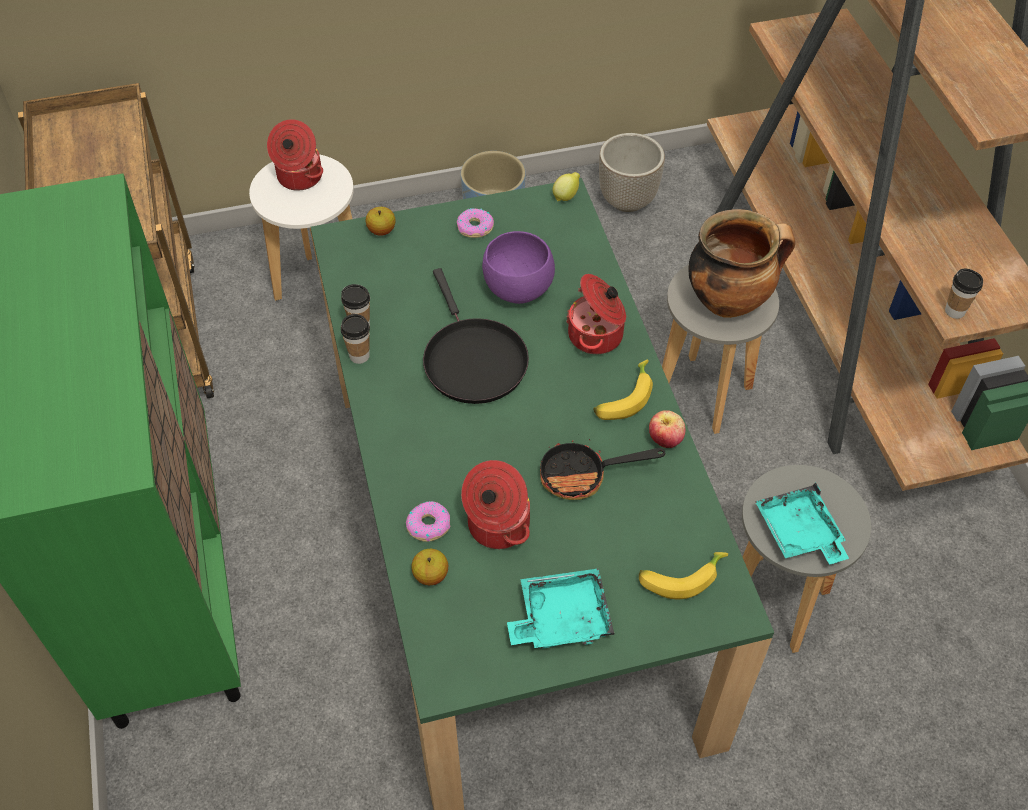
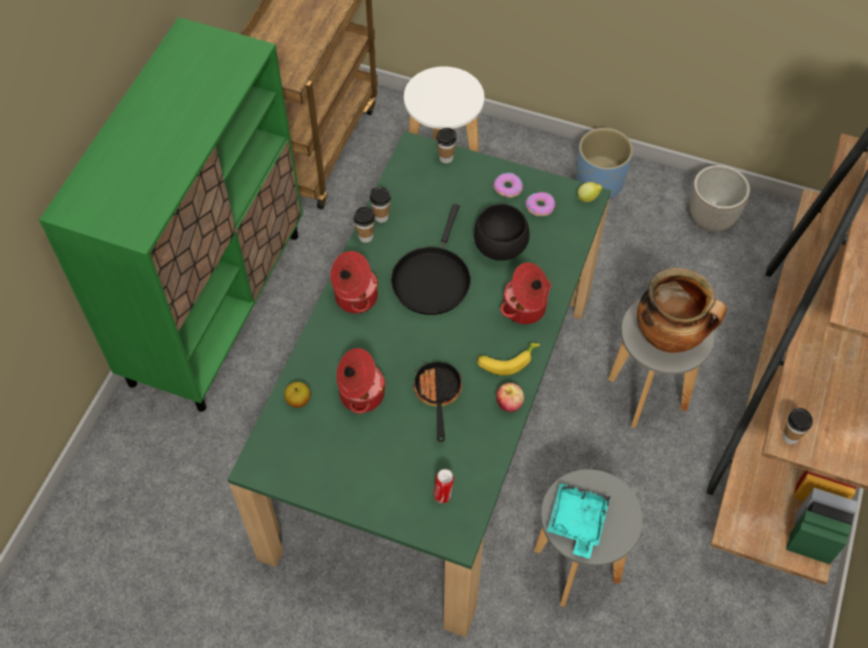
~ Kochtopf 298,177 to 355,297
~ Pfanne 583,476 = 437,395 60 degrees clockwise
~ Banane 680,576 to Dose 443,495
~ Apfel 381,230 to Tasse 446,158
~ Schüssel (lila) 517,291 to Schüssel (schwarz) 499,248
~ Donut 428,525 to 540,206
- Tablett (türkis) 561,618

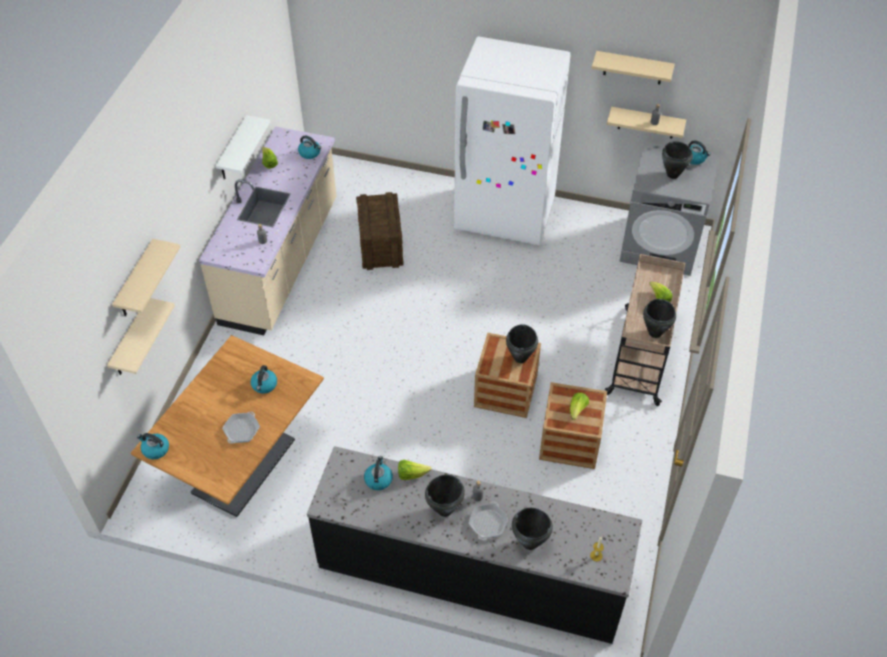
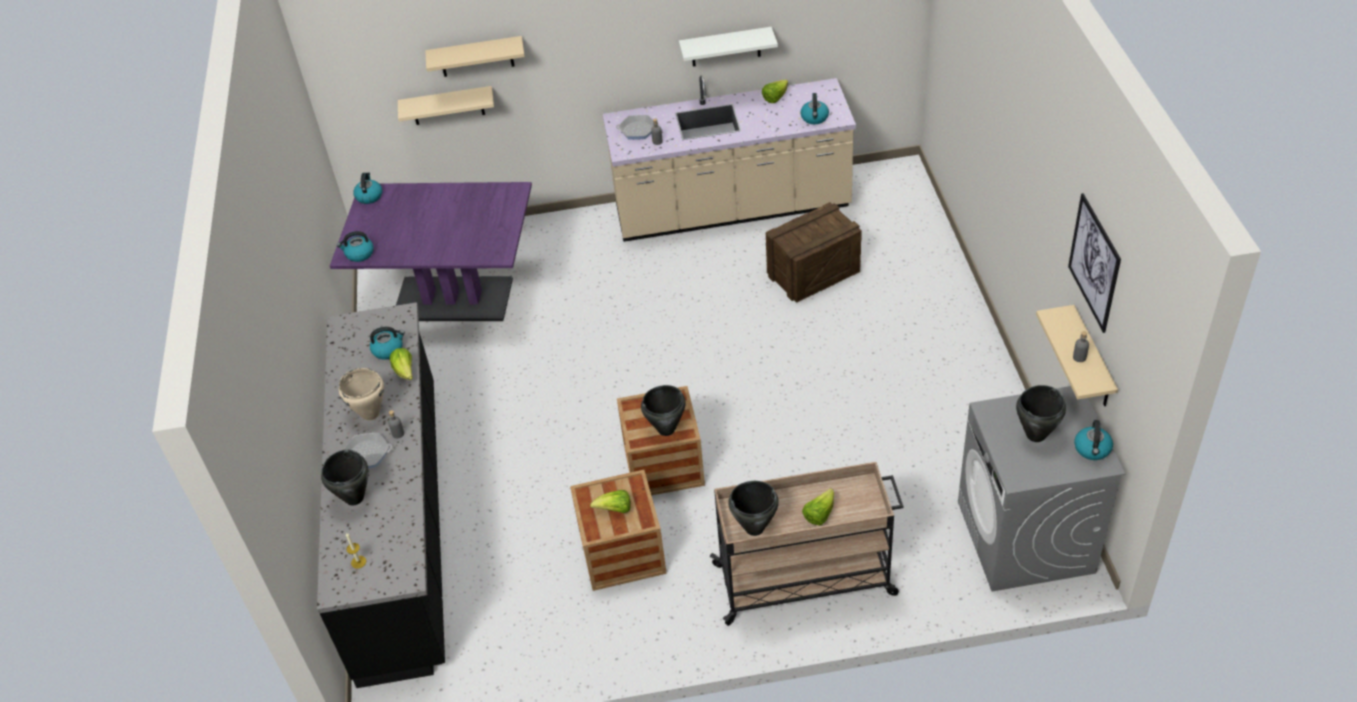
~ Esstisch (braun) 244,466 to Esstisch (lila) 453,299
~ Wasserkessel 264,385 to 359,254
~ Kochtopf (schwarz) 445,510 to Kochtopf (beige) 370,414
~ Pfanne 242,430 to 638,130
~ Wandregal (beige) 633,68 to Bild 1094,262
- Kühlschrank (weiß) 505,215

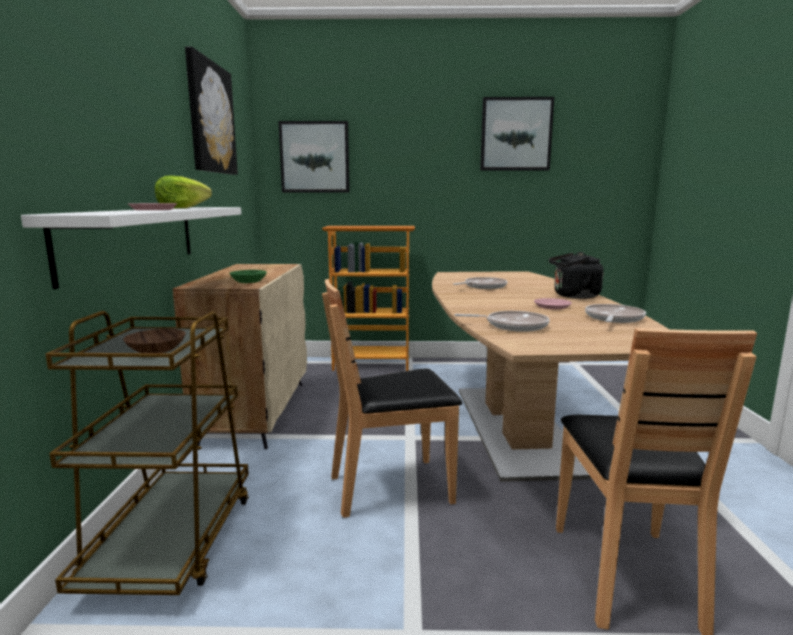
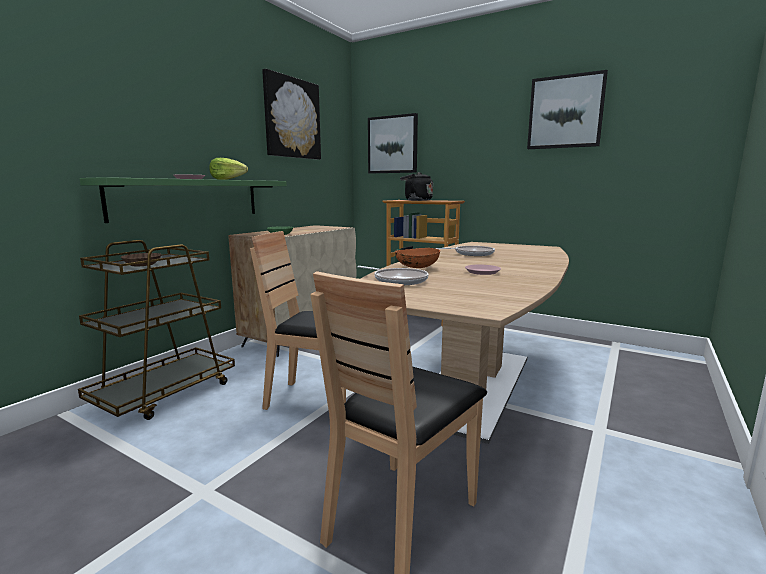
~ Wandregal (weiß) 133,239 to Wandregal (grün) 189,198
+ Schüssel (orange) 417,268
~ Wasserkessel (schwarz) 573,296 to 416,200
- Pfanne 613,319

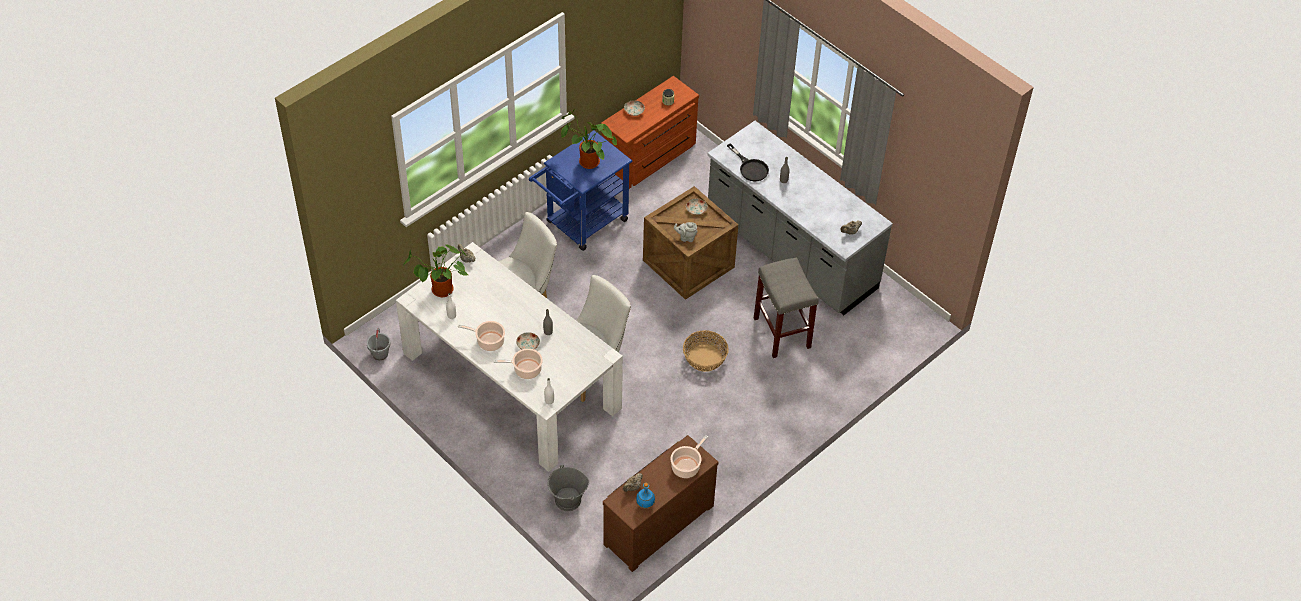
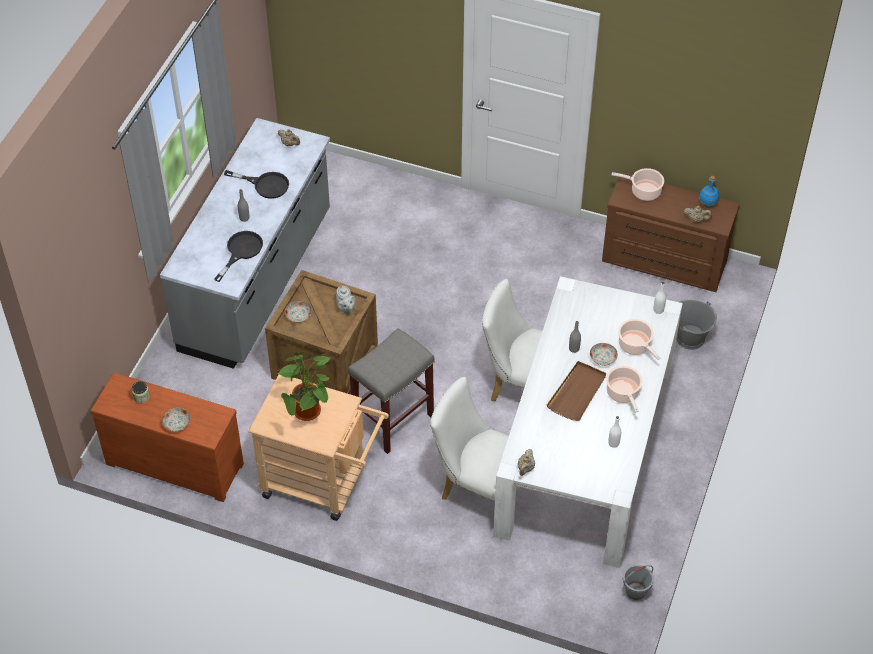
+ Pfanne (schwarz) 265,185
~ Rollwagen (blau) 582,224 to Rollwagen (beige) 322,483
~ Hocker (grau) 782,333 to 393,419
+ Tablett (braun) 577,392
- Topfpflanze 441,291
- Korb 705,358

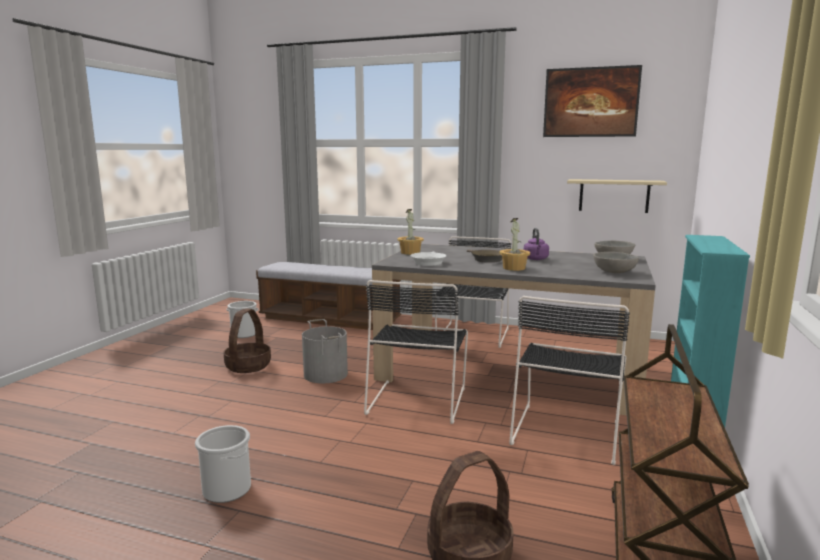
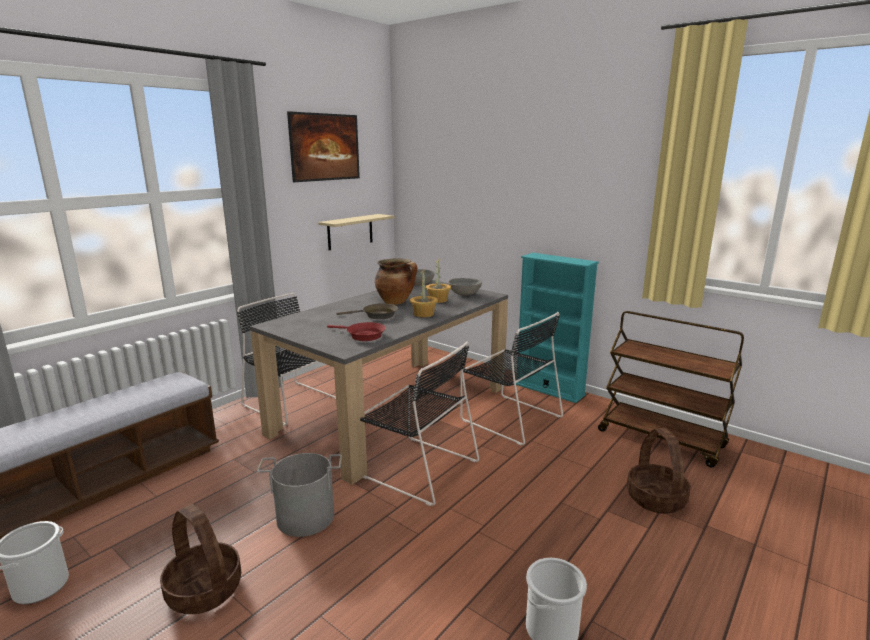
~ Pfanne (weiß) 428,262 to Pfanne (rot) 363,335
~ Wasserkessel (lila) 536,259 to Kochtopf 396,302
~ Topfpflanze 410,253 to 438,300

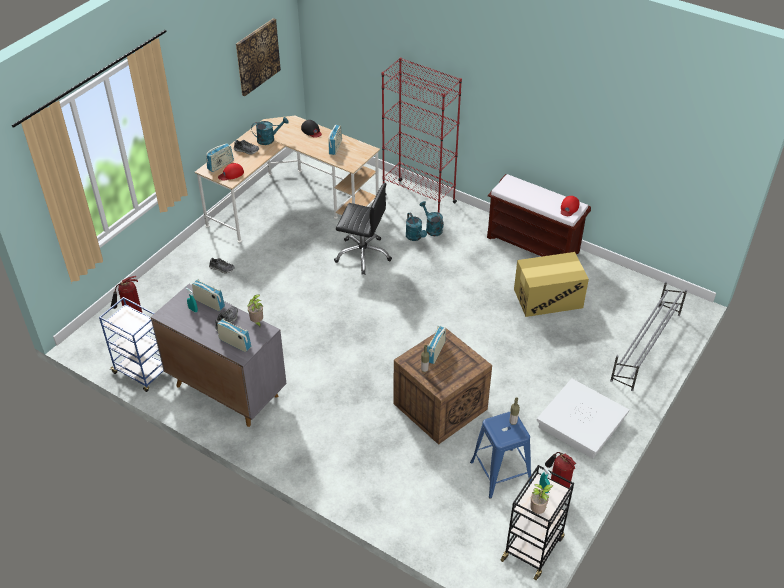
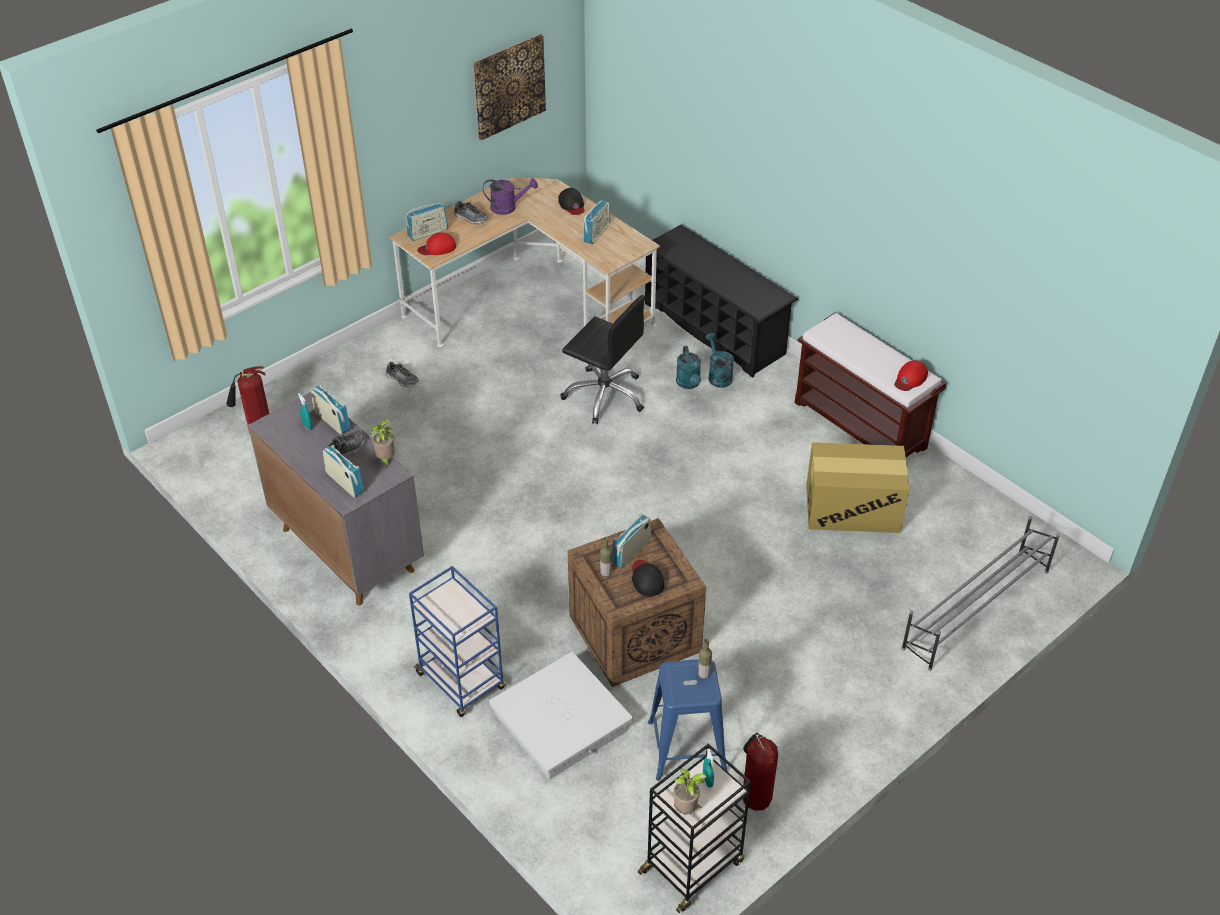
~ Rollwagen (blau) 142,372 to 461,682
~ Gießkanne (türkis) 269,139 to Gießkanne (lila) 508,207
~ Aufbewahrungsbox (weiß) 581,423 to 560,722
+ Kappe (schwarz) 646,579
~ Bücherregal (rot) 418,199 to Schuhregal (schwarz) 715,329

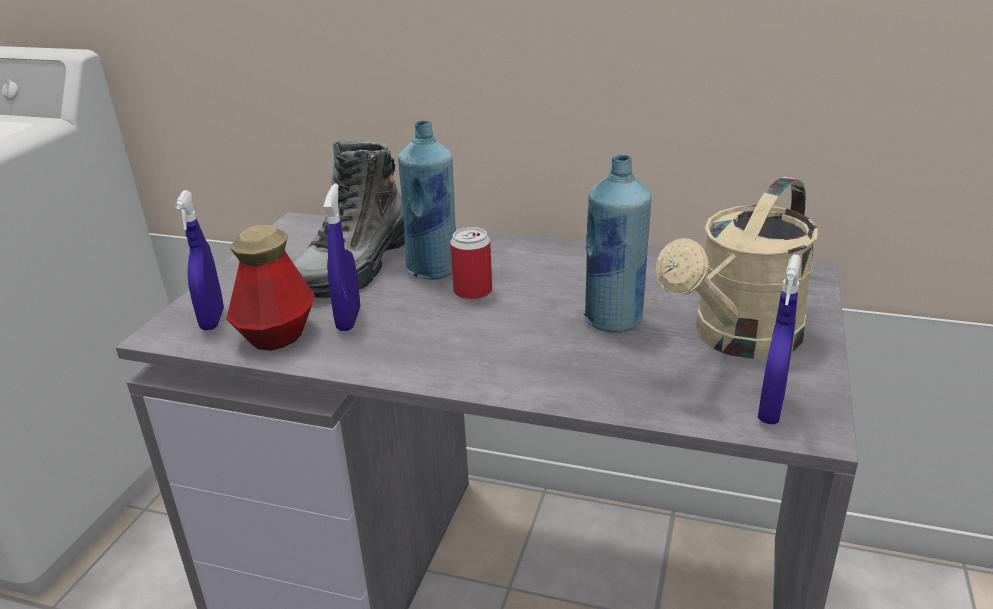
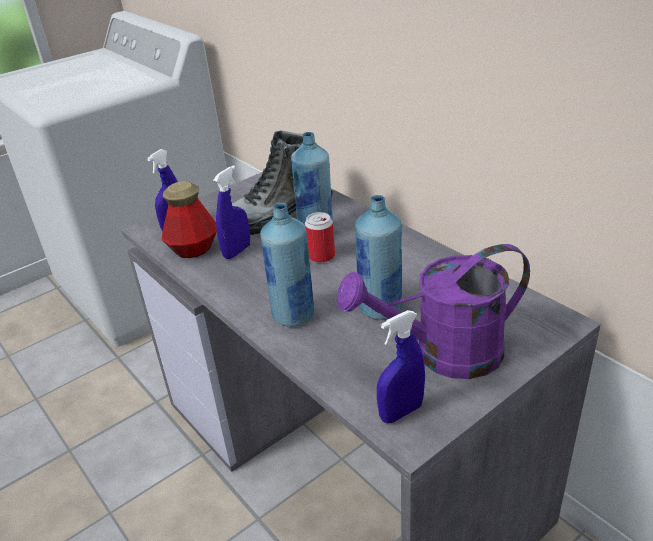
+ Flasche (blau) 293,315
~ Gießkanne (beige) 738,339 to Gießkanne (lila) 443,354

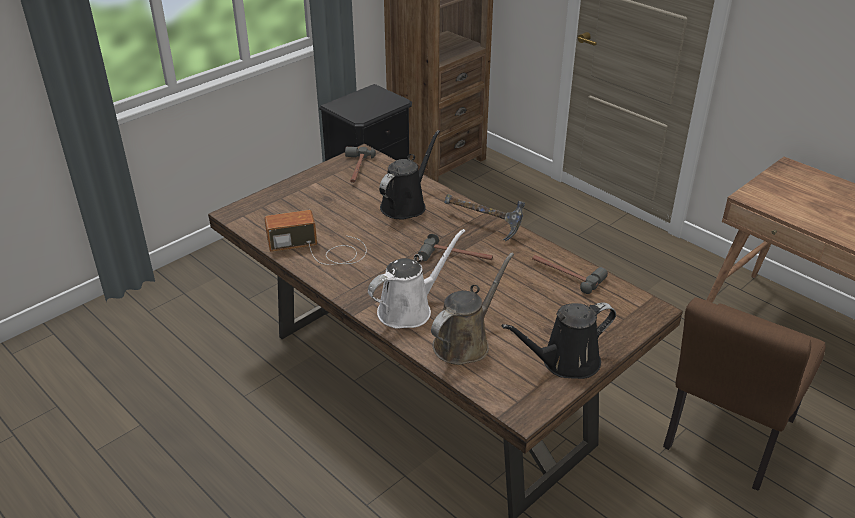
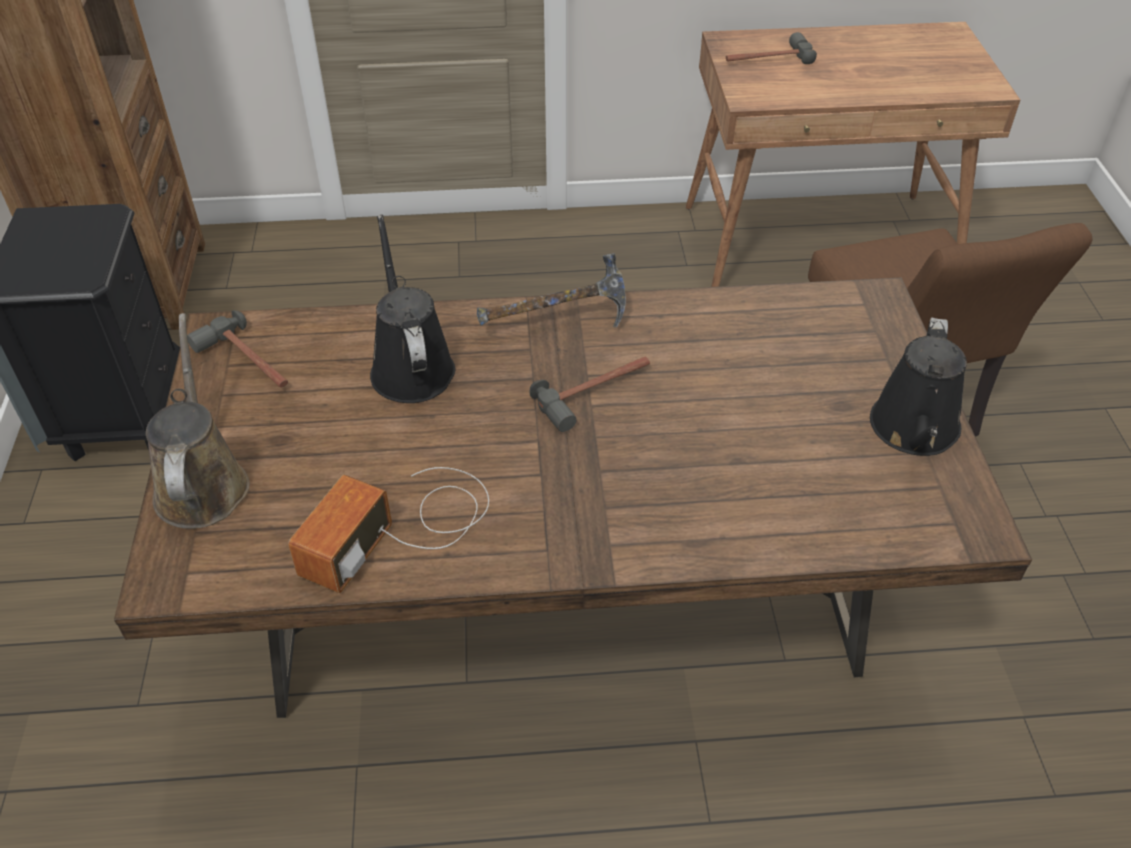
~ Gießkanne (braun) 465,342 to 202,483
~ Hammer 565,274 to 767,59
- Gießkanne (weiß) 409,309

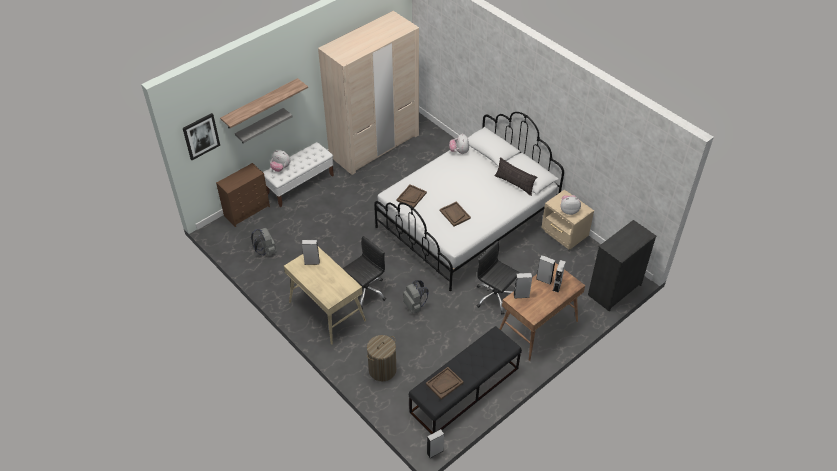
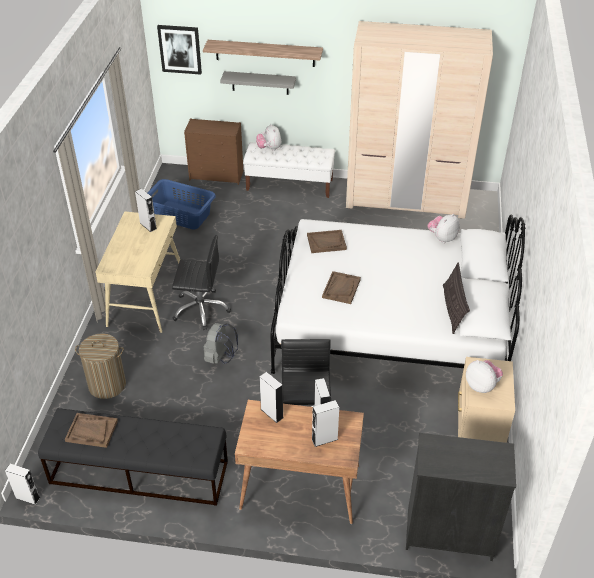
~ Rucksack (grau) 266,251 to Wäschekorb (blau) 181,215

